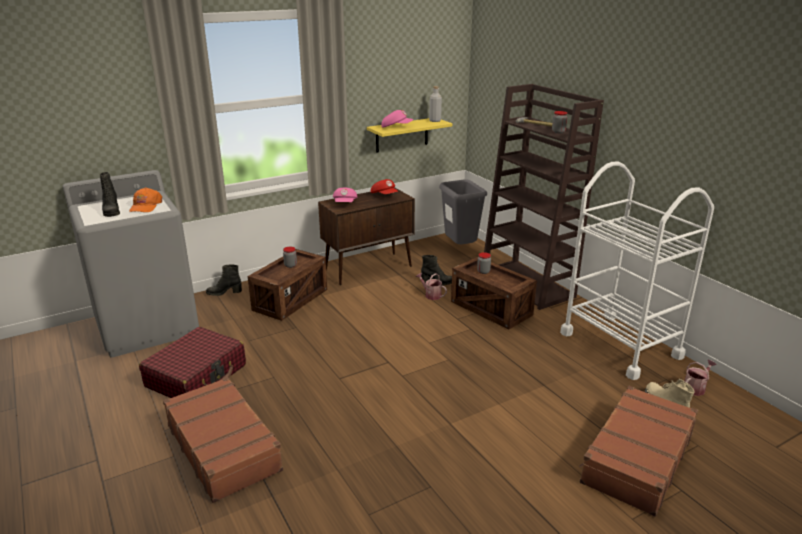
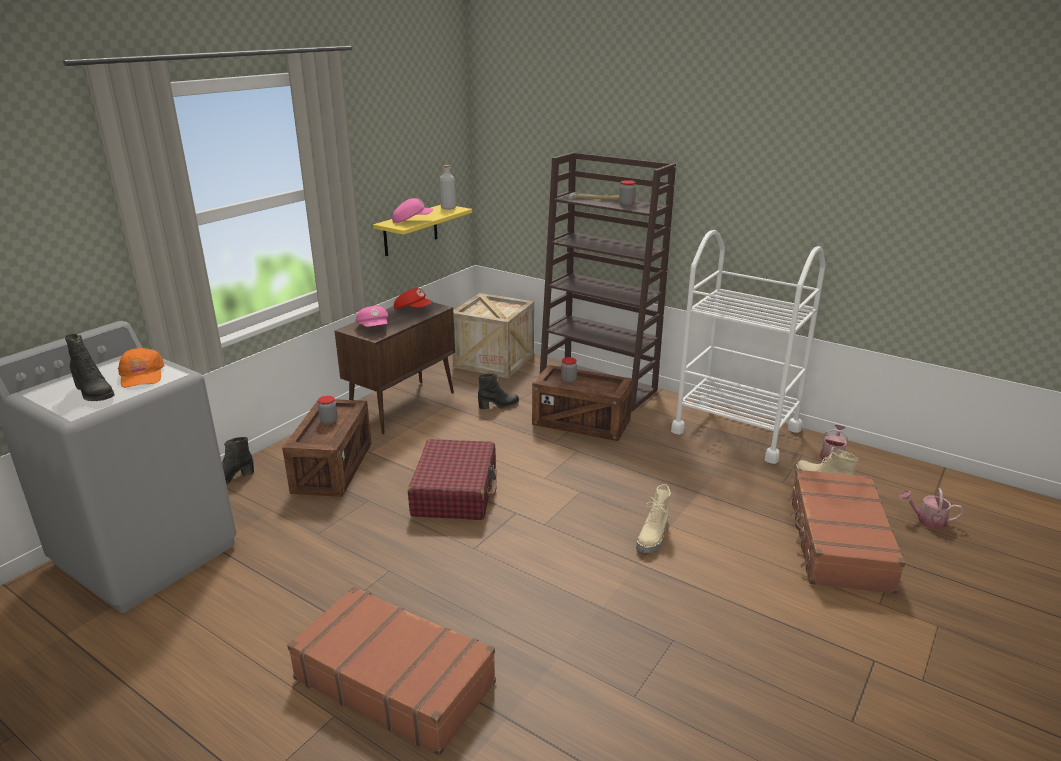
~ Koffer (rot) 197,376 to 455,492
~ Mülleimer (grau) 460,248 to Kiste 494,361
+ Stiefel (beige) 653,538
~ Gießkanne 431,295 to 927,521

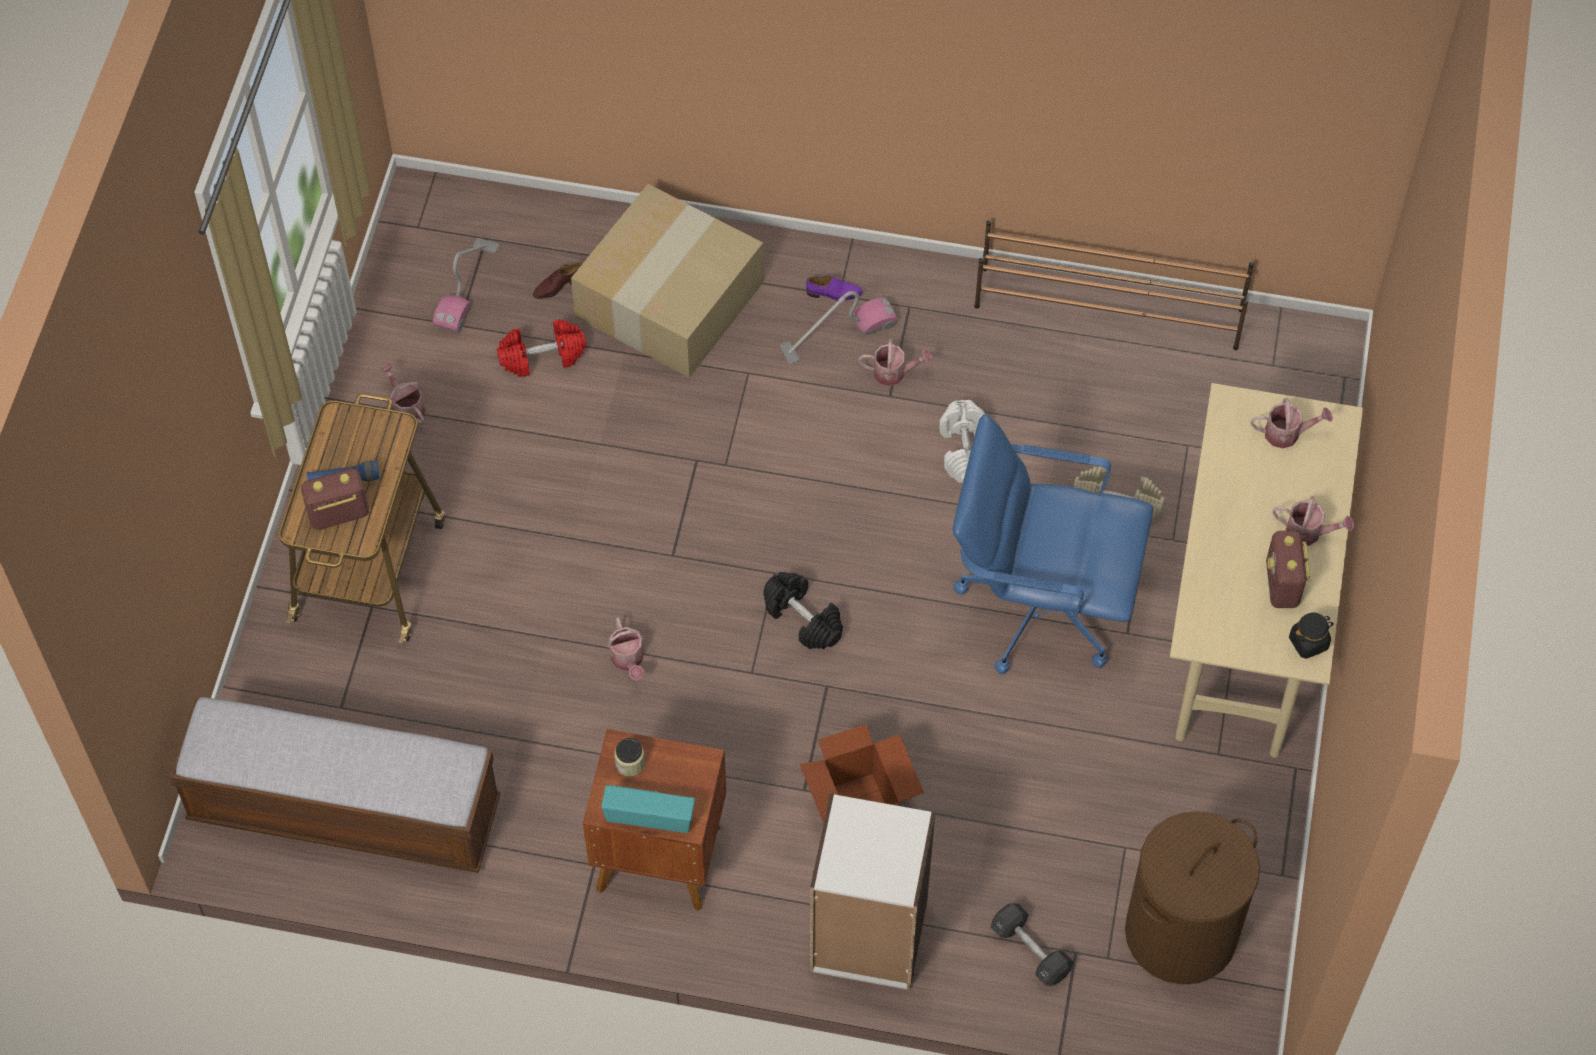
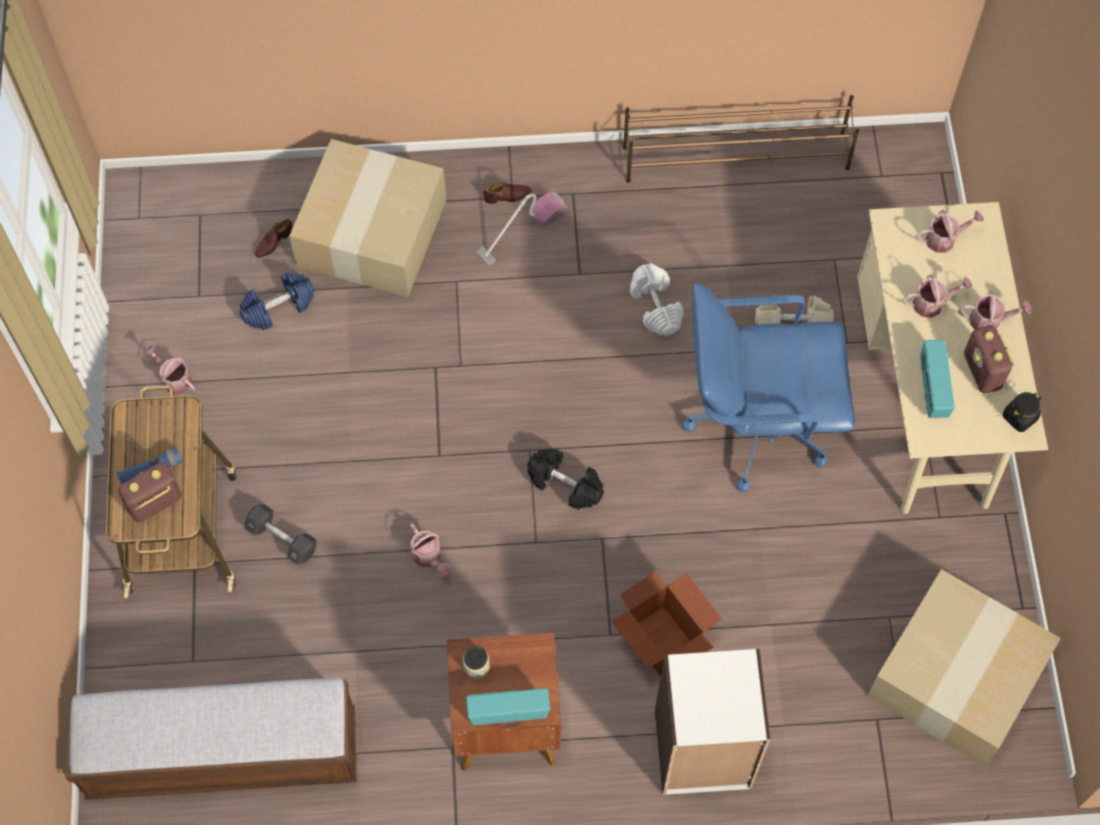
~ Hantel (rot) 542,357 to Hantel (blau) 278,307
~ Hantel (schwarz) 1030,950 to 282,539
~ Schuh (lila) 834,293 to Schuh (braun) 507,196
~ Wäschekorb (braun) 1181,933 to Karton 957,680
~ Gießkanne 894,373 to 932,303
+ Radio 932,388
- Staubsauger 467,287

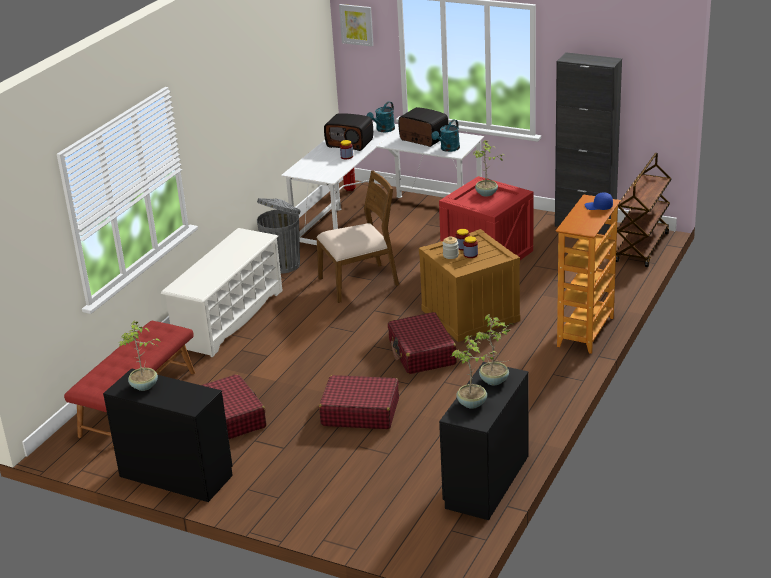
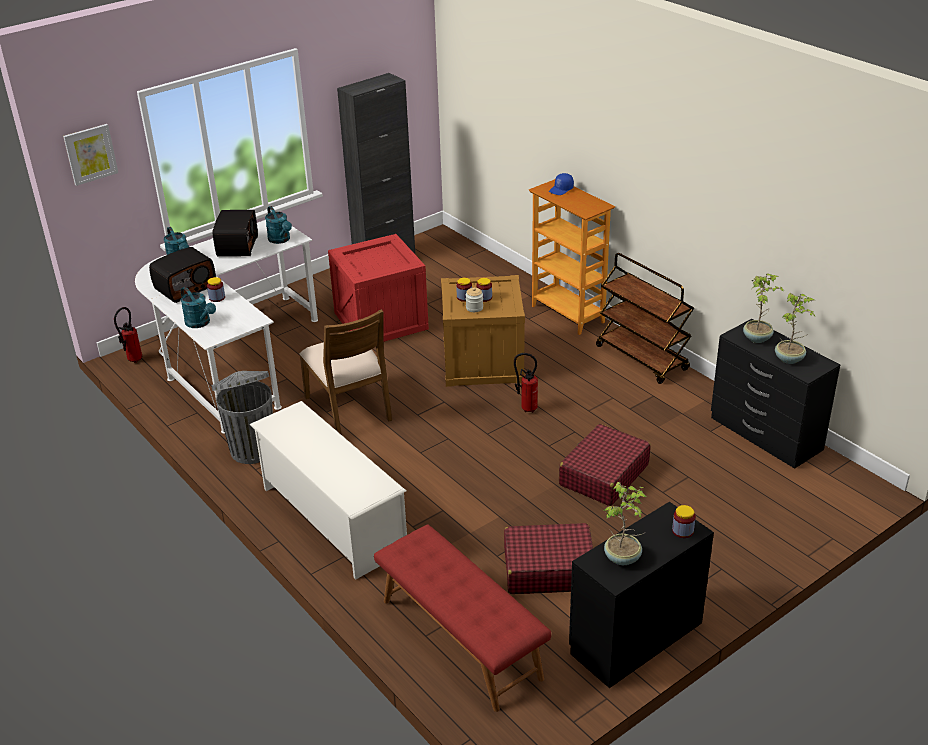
+ Gießkanne (türkis) 200,323
~ Radio 423,139 = 236,246 120 degrees clockwise
~ Stuhl (braun) 359,282 = 350,408 150 degrees clockwise
~ Koffer (rot) 422,353 to Feuerlöscher 526,408
~ Rollwagen (braun) 642,248 to 642,358
+ Vorratsglas 682,531
- Topfpflanze 486,194

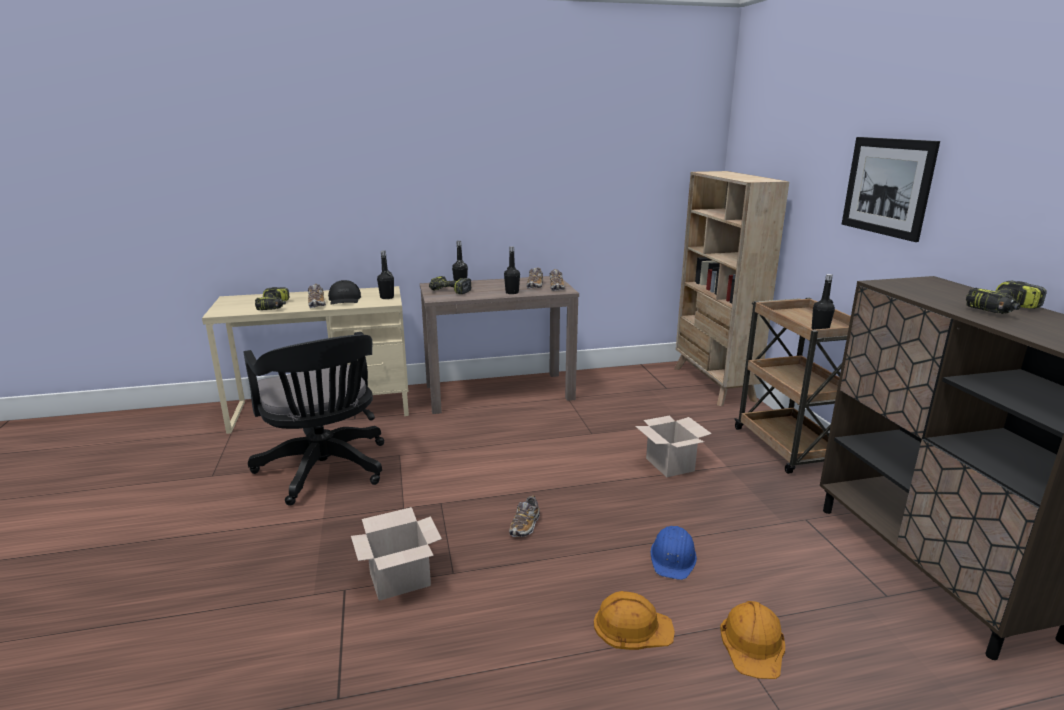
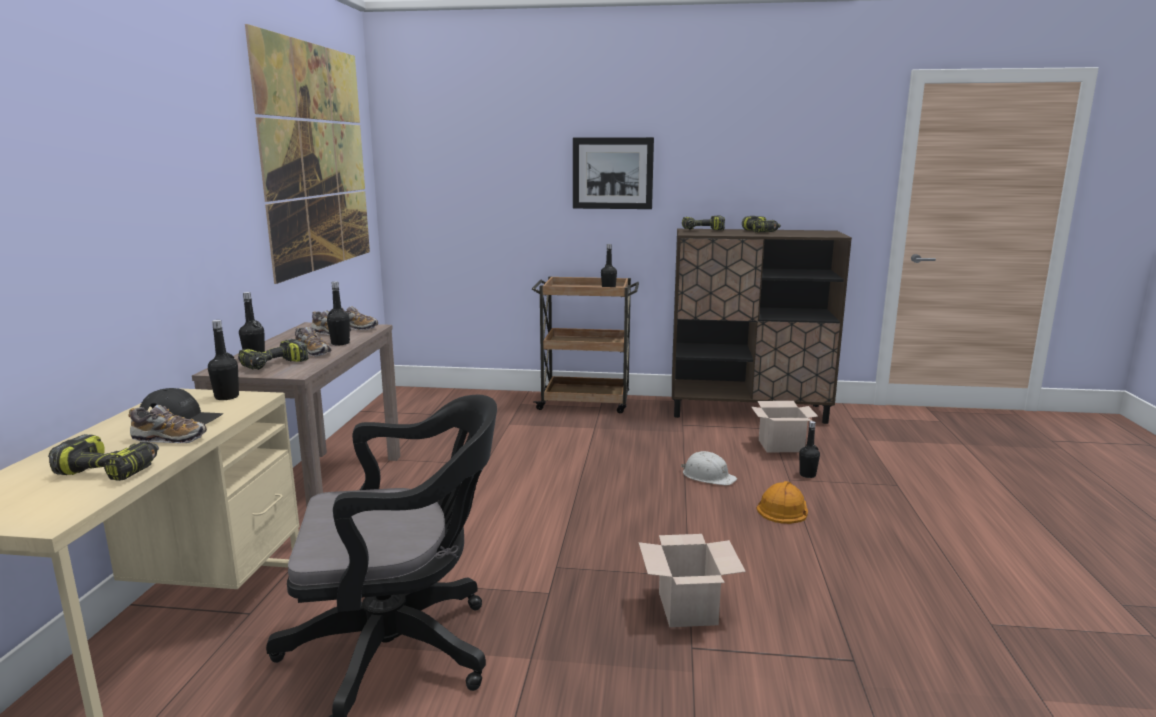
+ Bild 317,158
~ Schuh 525,526 to 313,352
~ Schutzhelm (blau) 673,558 to Schutzhelm (weiß) 708,476
+ Bohrmaschine 702,230
~ Karton 671,465 to 782,445
~ Schutzhelm (orange) 753,644 to Flasche (schwarz) 807,475
- Bücherregal (beige) 713,384

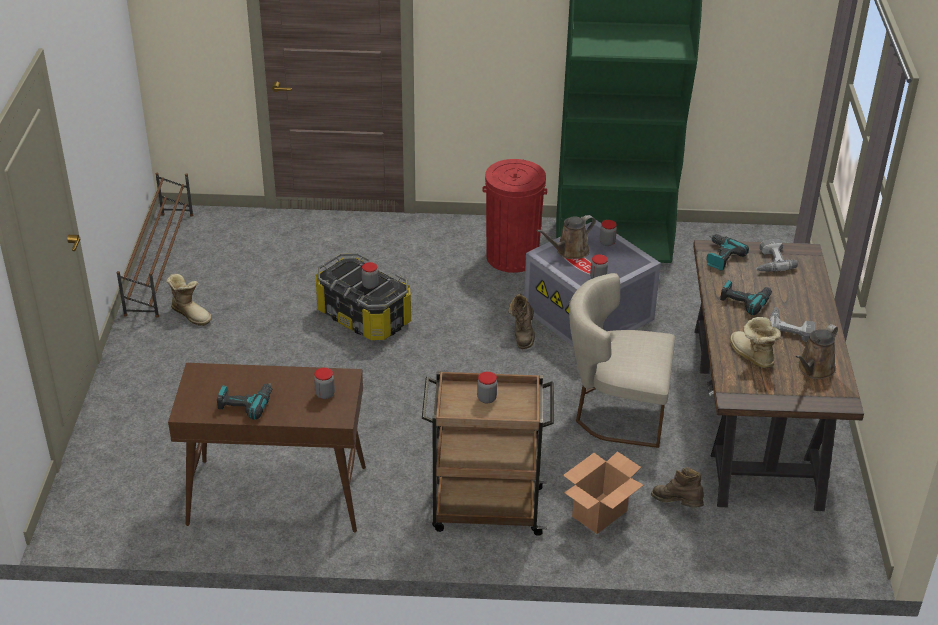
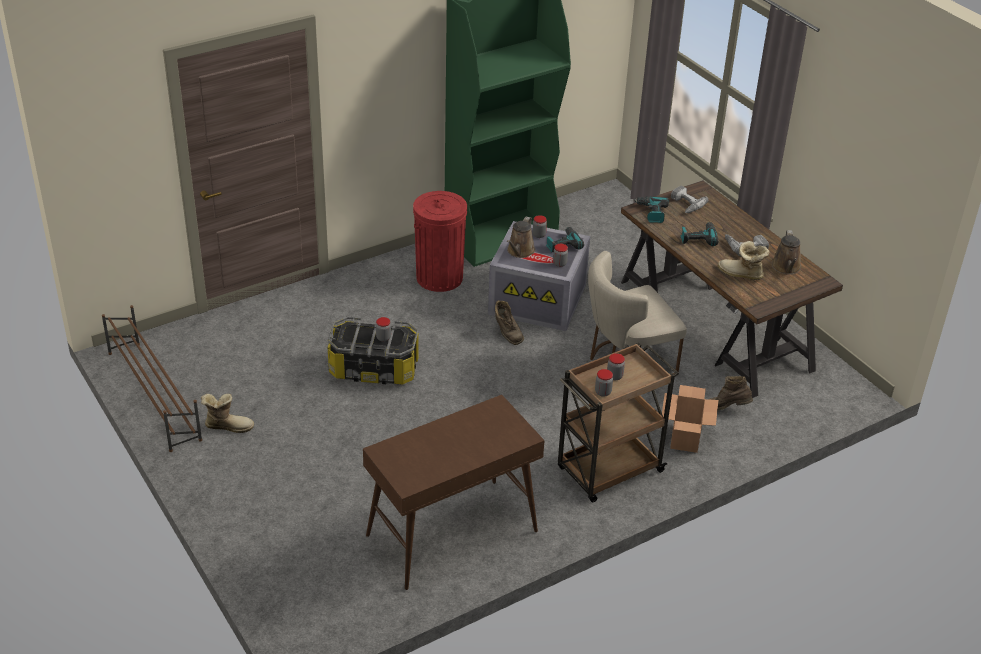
~ Bohrmaschine 245,403 to 562,244
~ Vorratsglas 325,394 to 603,392

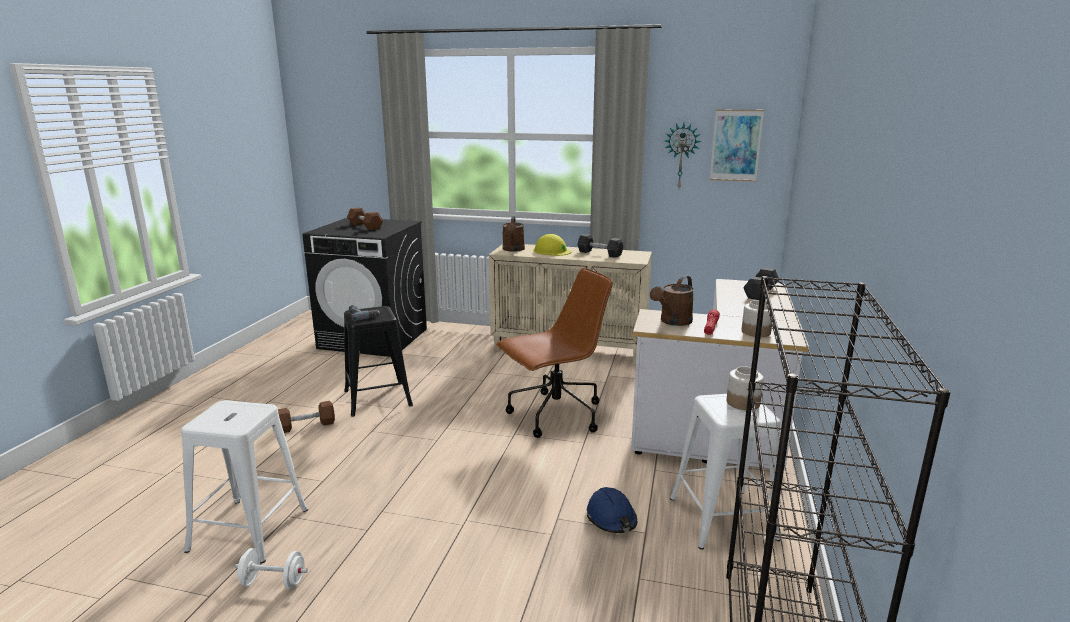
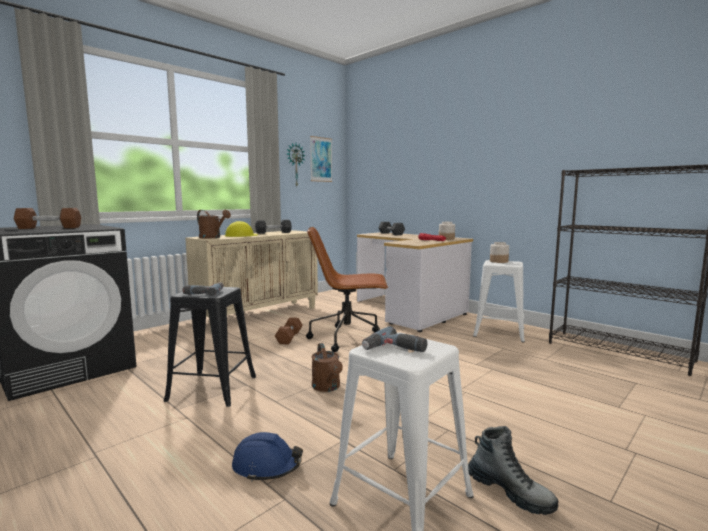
~ Schutzhelm (blau) 611,519 to 266,466
~ Hantel (braun) 306,426 to 289,337
~ Bürostuhl (braun) 555,416 = 348,338 90 degrees counterclockwise
~ Gießkanne (braun) 673,322 to 327,388
+ Bohrmaschine 394,349
~ Hantel (weiß) 273,582 to Stiefel 510,492

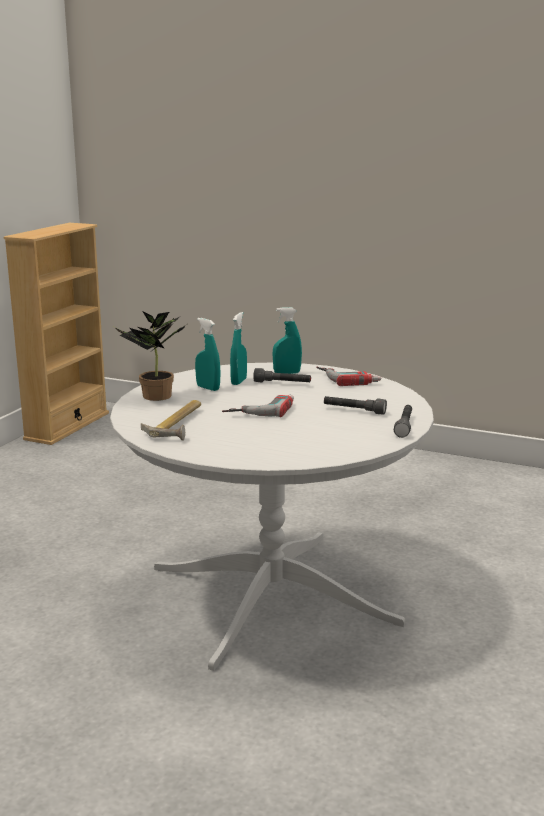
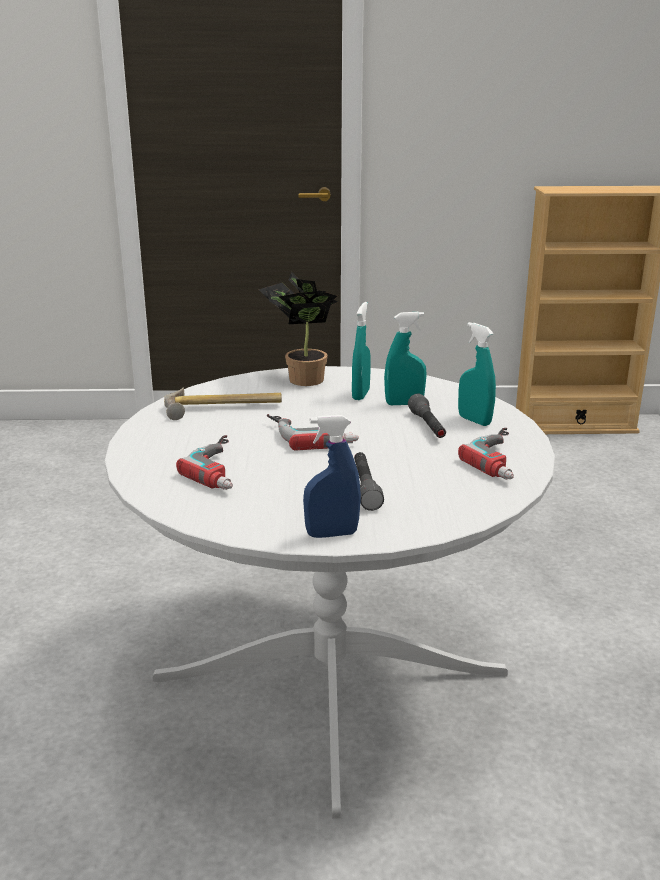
+ Bohrmaschine 226,468
~ Taschenlampe (grau) 404,426 to Sprühflasche (blau) 332,534

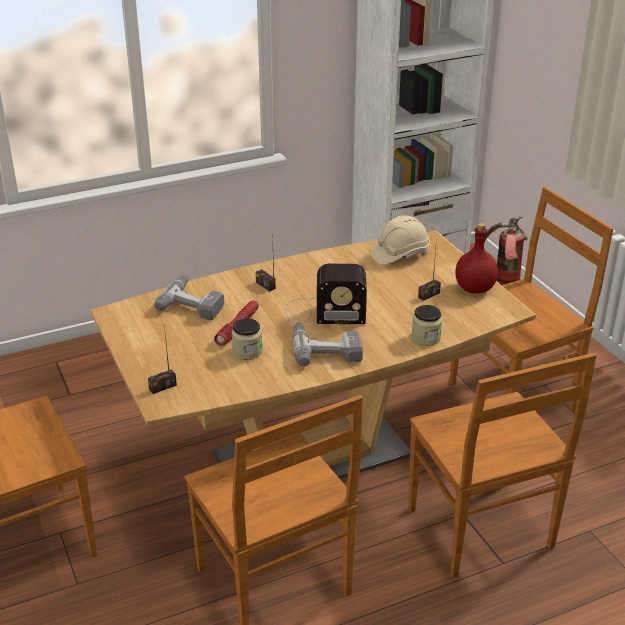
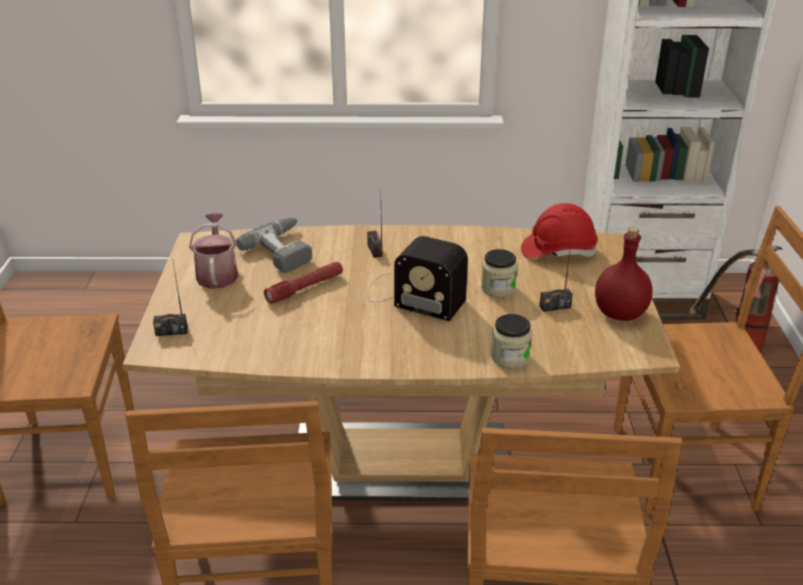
+ Gießkanne 217,273
~ Vorratsglas 247,351 to 498,288
~ Schutzhelm (beige) 400,254 to Schutzhelm (rot) 558,251
- Bohrmaschine 325,348

